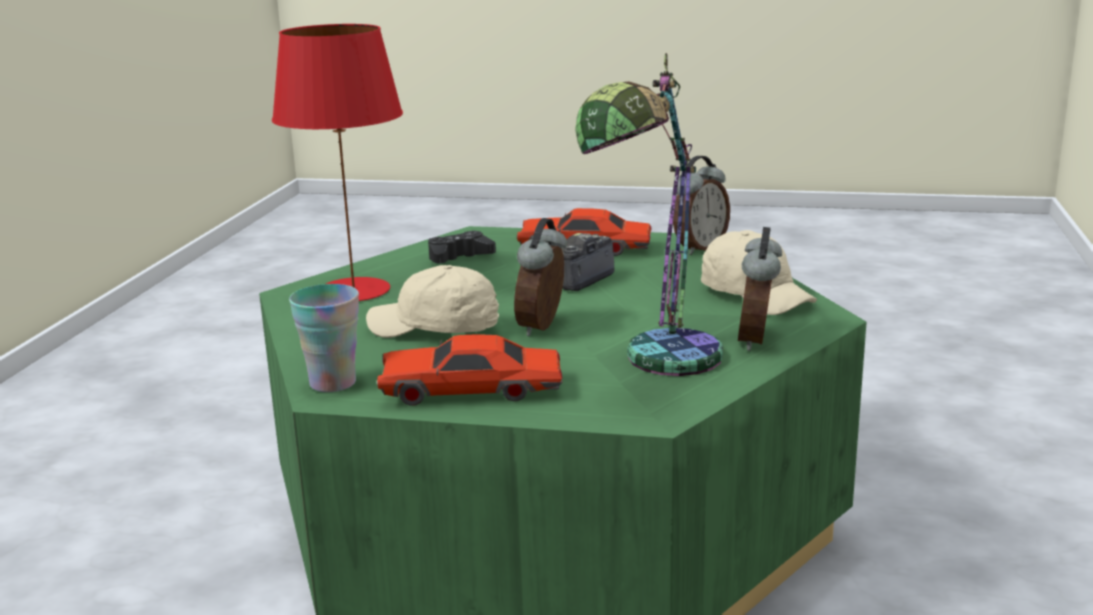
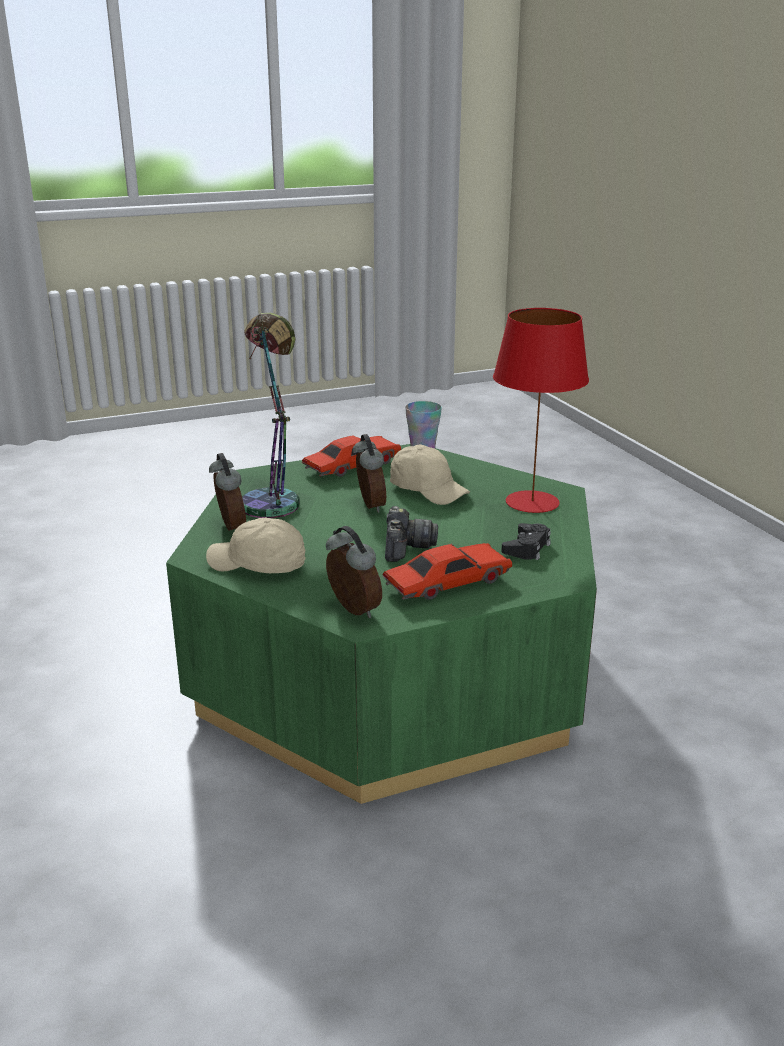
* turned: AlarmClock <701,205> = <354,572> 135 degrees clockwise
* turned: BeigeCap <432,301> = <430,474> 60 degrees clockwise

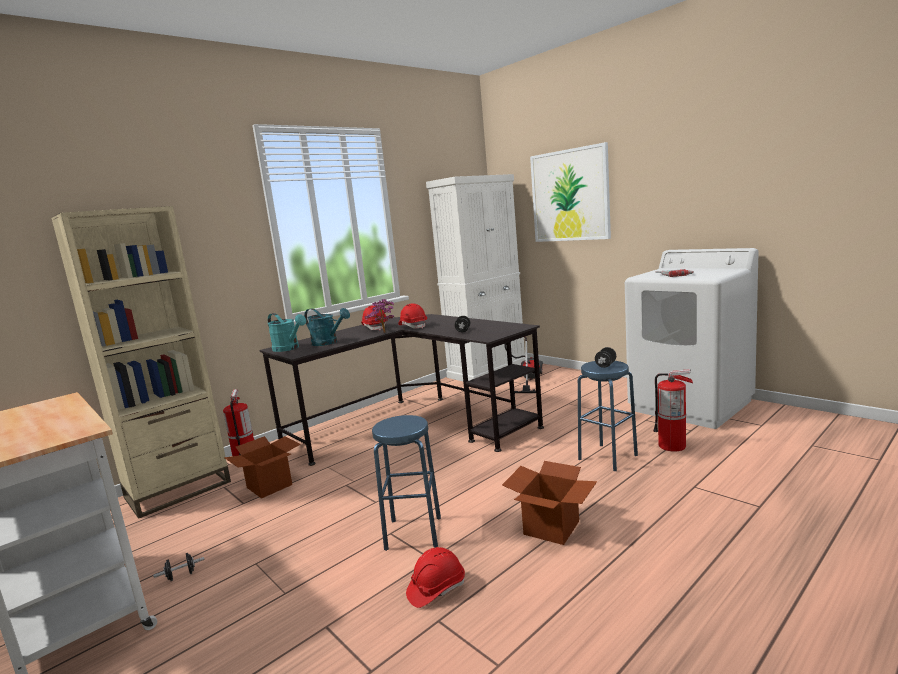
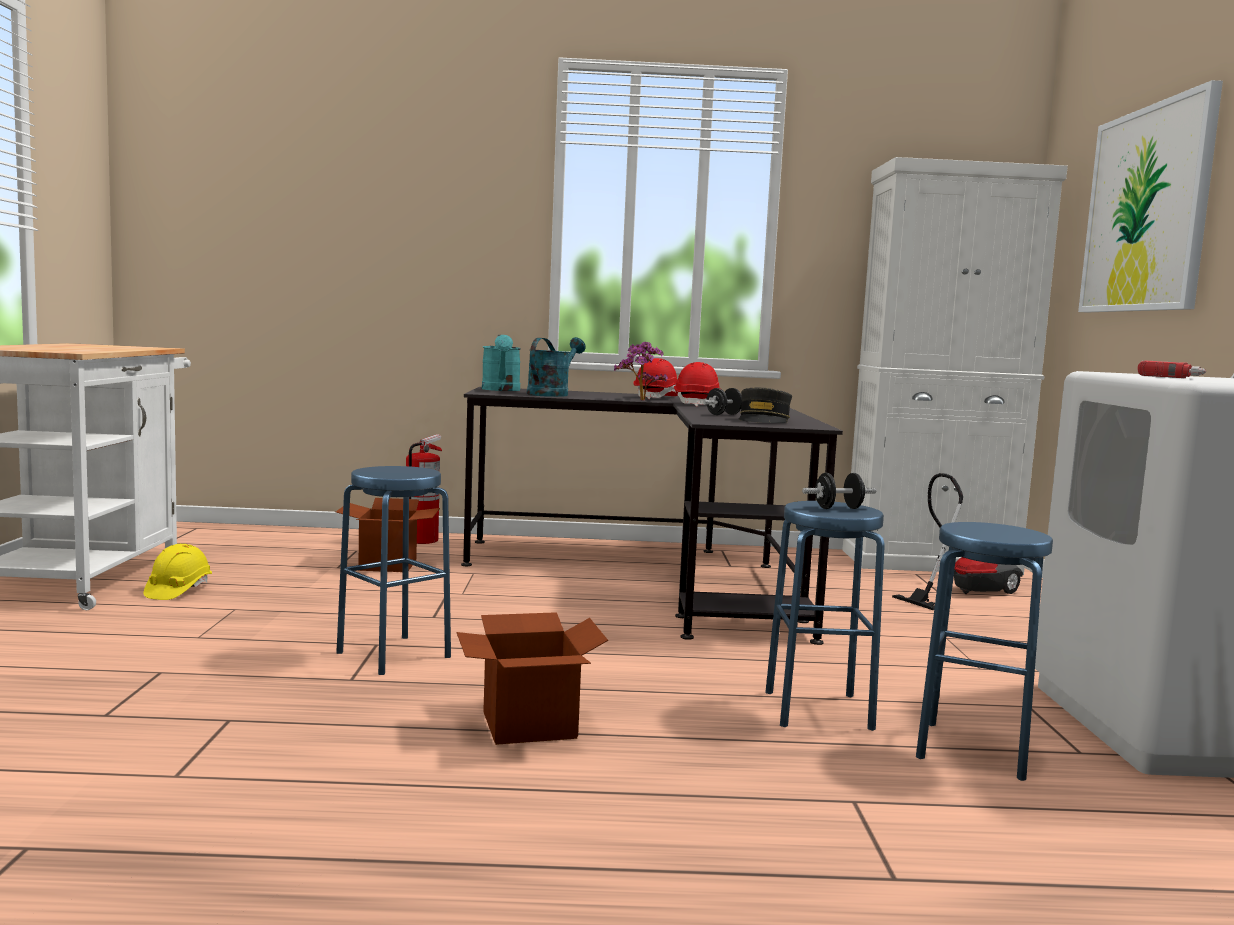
* removed: BeigeBookcase <141,362>
* turned: TurquoiseWateringCan <327,327> = <556,367> 135 degrees counterclockwise
* replaced: FireExtinguisher <673,410> to BlueStool <984,651>
* removed: RedHardHat <435,577>
* replaced: BlackDumbbell <179,567> to YellowHardHat <178,572>
* added: GreyCap <765,405>

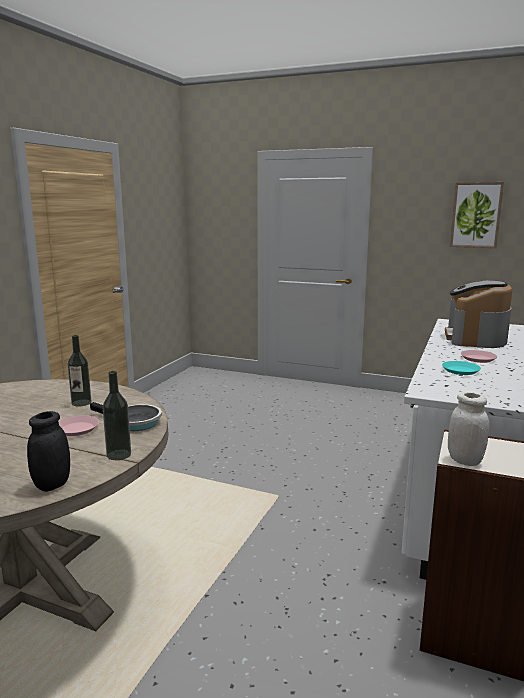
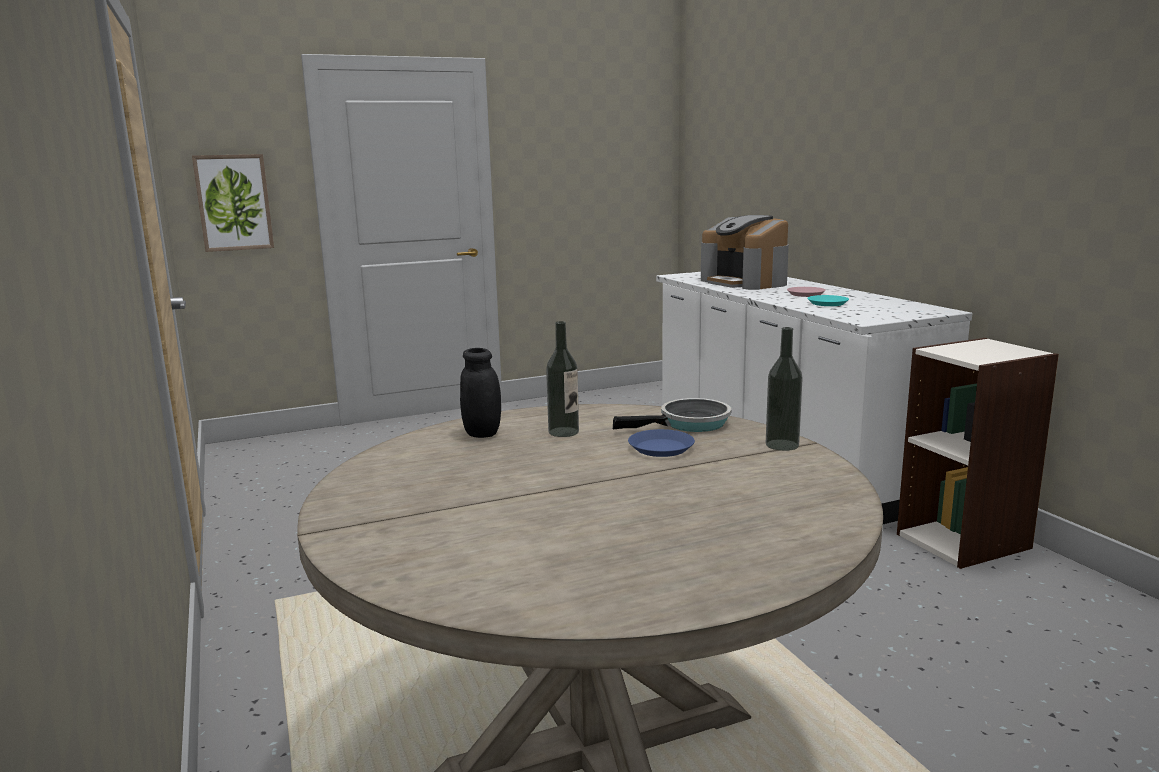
* moved: Picture <477,215> to <233,203>
* removed: WhiteJar <468,429>
* moved: BlackJar <48,451> to <480,393>
* recoloured: PinkPlate <78,426> to BluePlate <661,443>

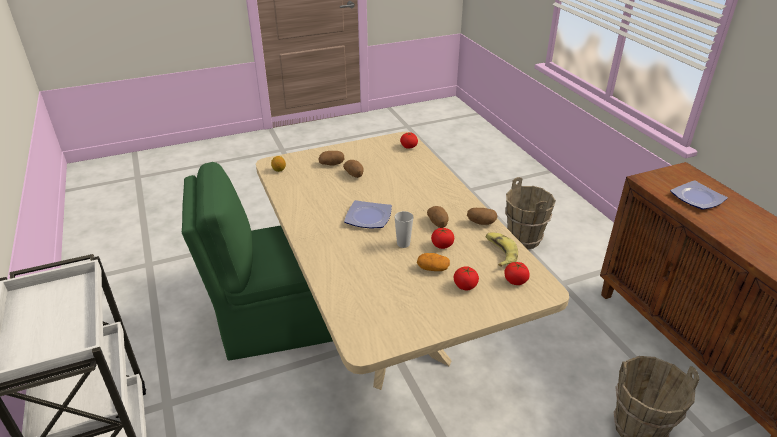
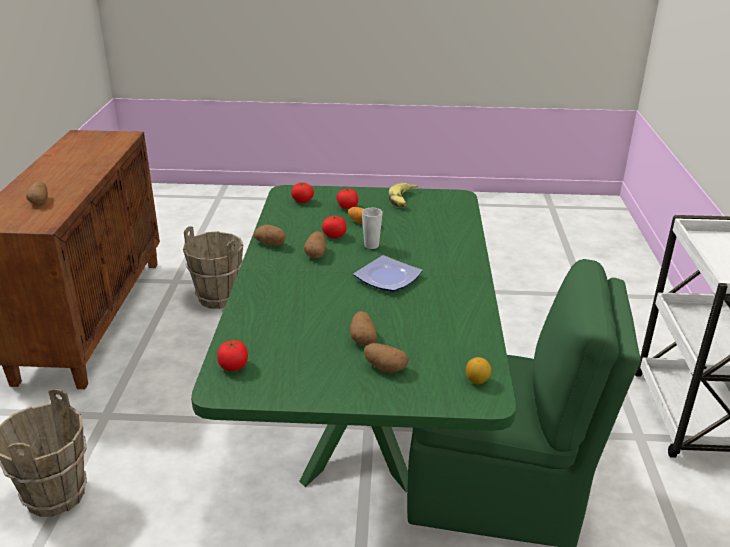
* recoloured: BeigeDiningTable <412,261> to GreenDiningTable <353,338>
* replaced: Plate <699,195> to Potato <37,192>
* moved: Banana <501,249> to <404,195>

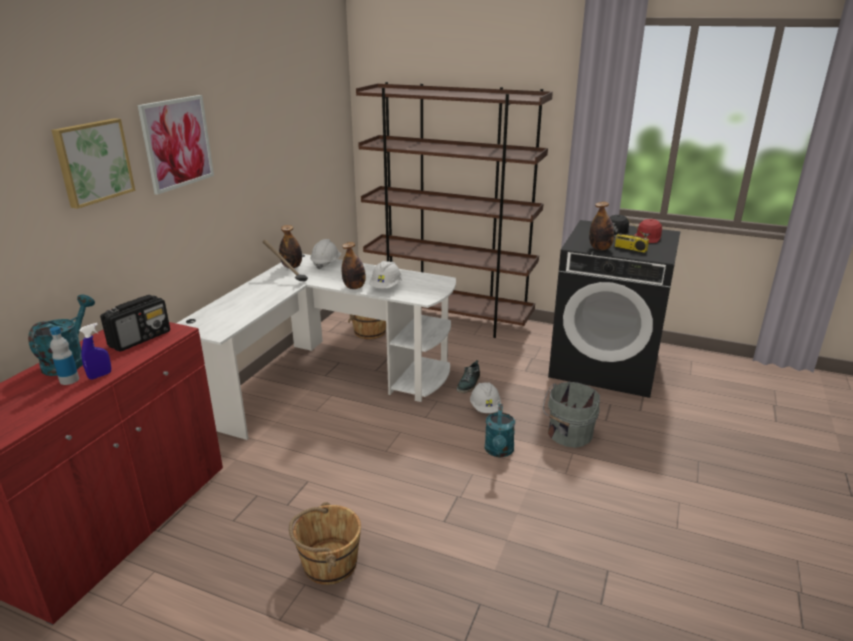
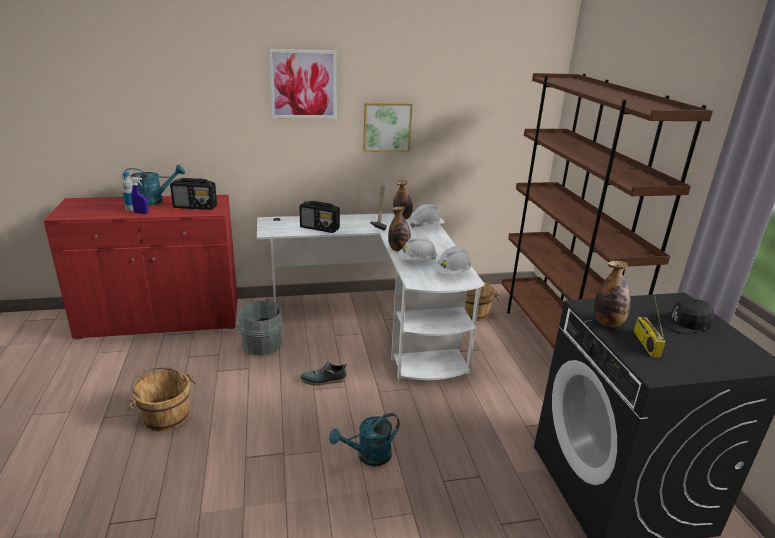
* moved: Picture <93,163> to <388,127>
* removed: RedCap <648,231>
* moved: Shoe <468,376> to <323,373>
* moved: WhiteHardHat <485,397> to <452,260>
* moved: GreyBucket <571,415> to <259,327>
* added: Radio <319,217>

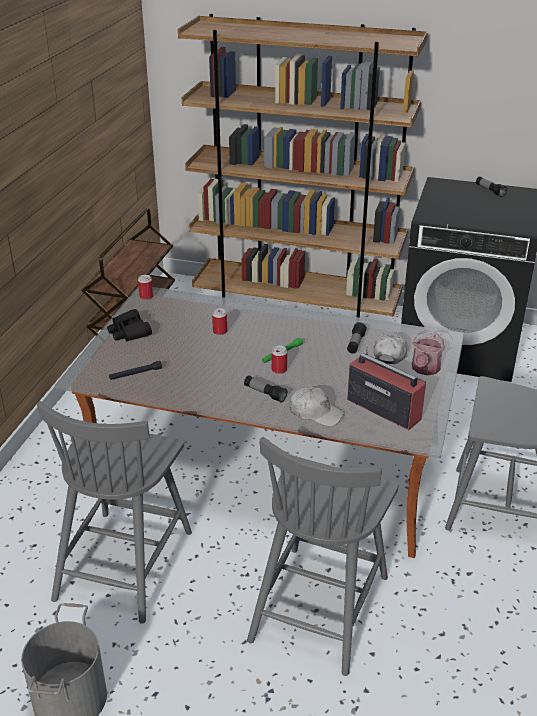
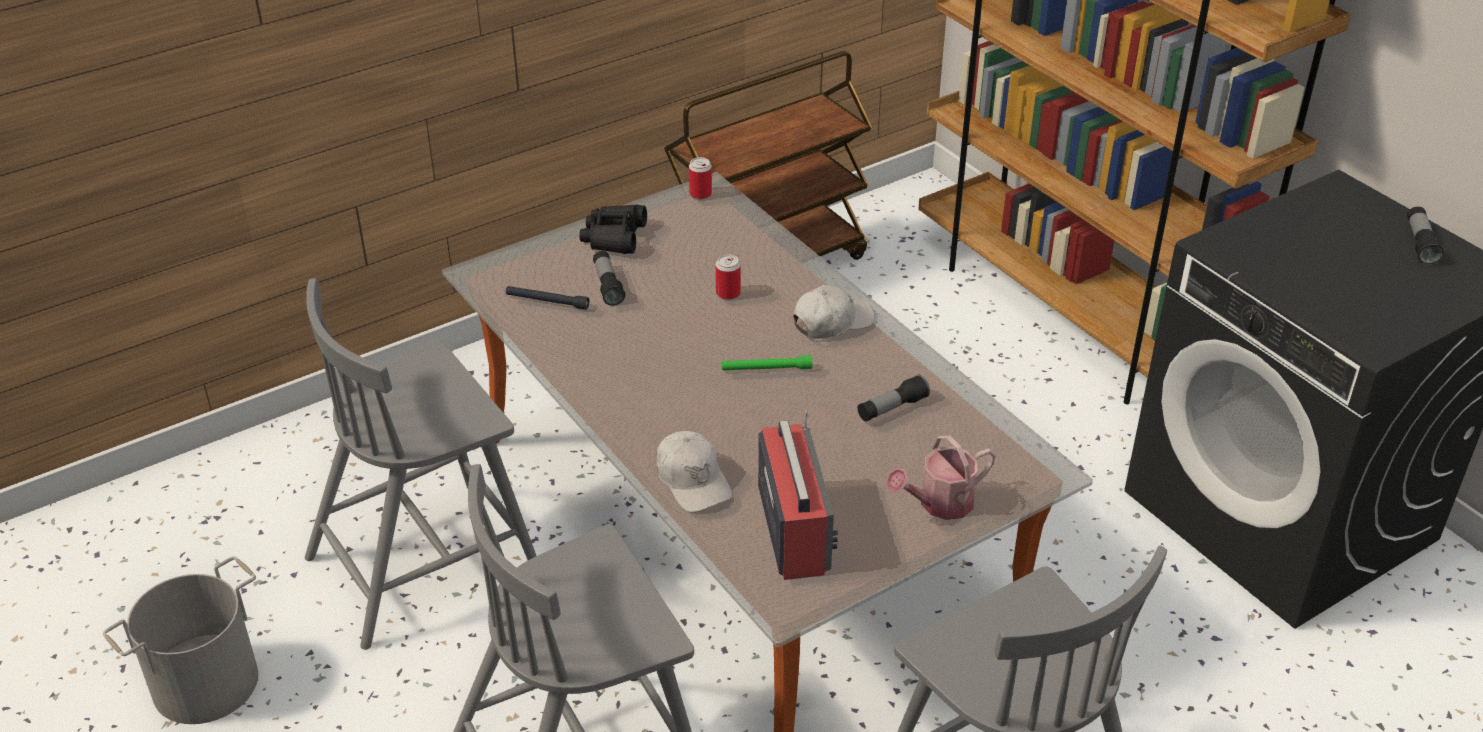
* moved: WhiteCap <391,348> to <833,312>
* removed: Can <279,359>
* moved: Flashlight <265,389> to <609,278>

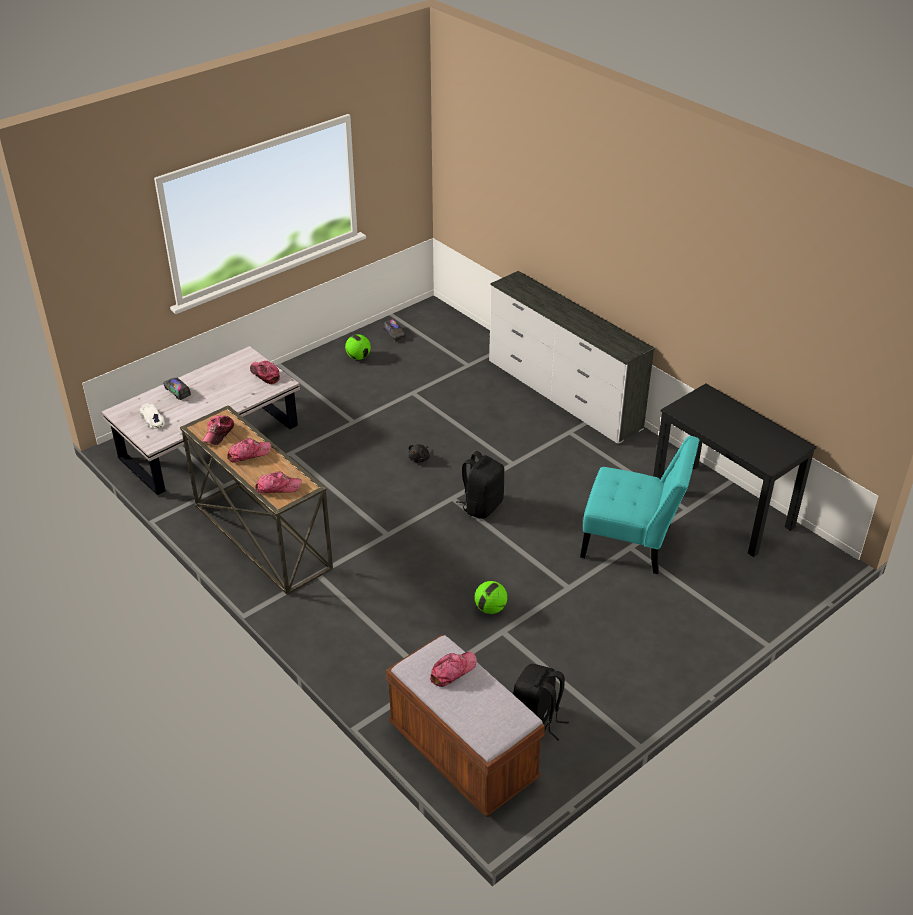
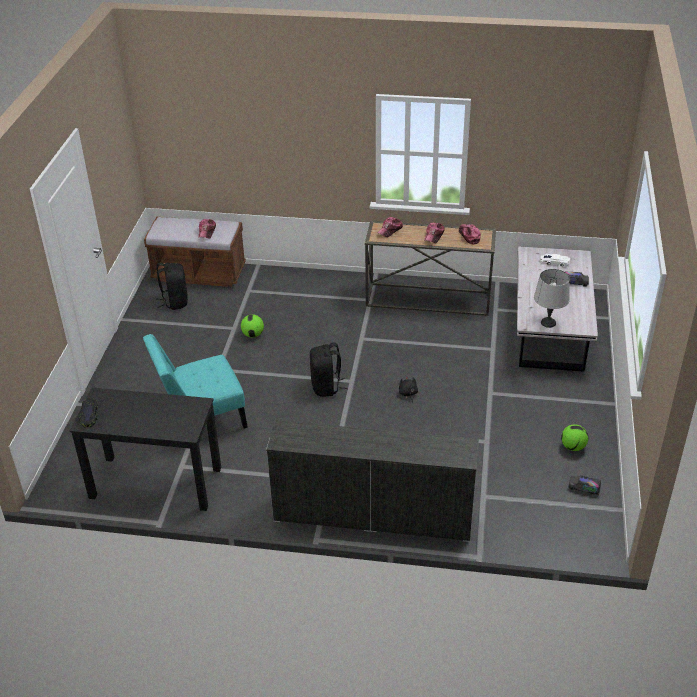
* replaced: Cap <265,372> to GreyTableLamp <552,298>
* added: BlackToyCar <88,413>

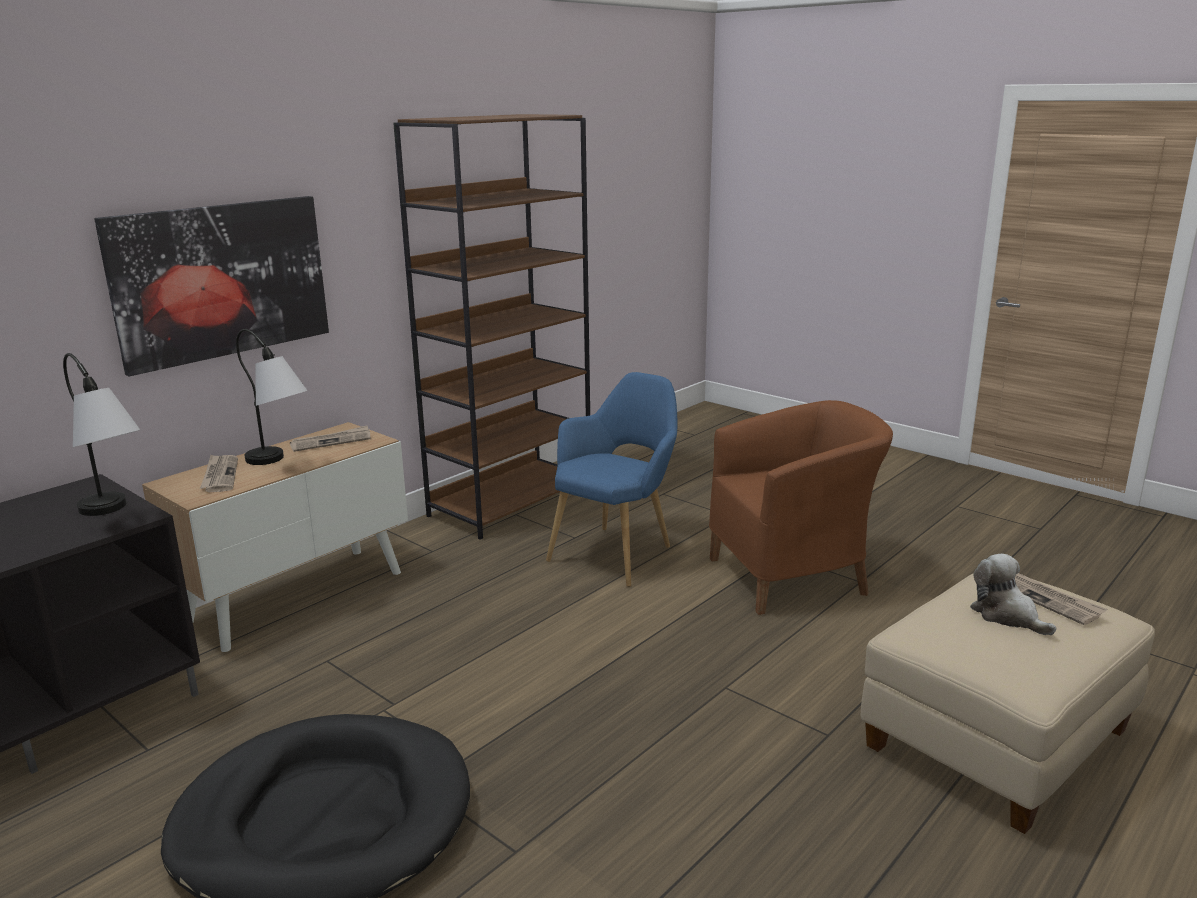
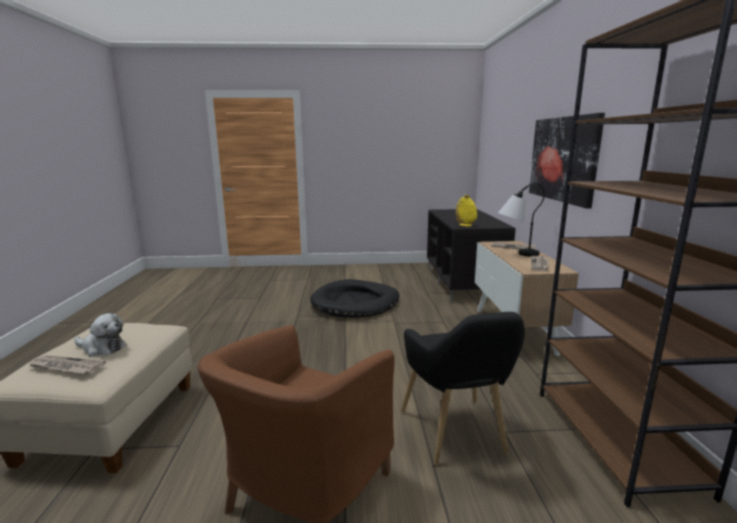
* replaced: TableLamp <101,434> to YellowVase <466,211>
* recoloured: BlueArmchair <611,479> to BlackArmchair <463,389>

